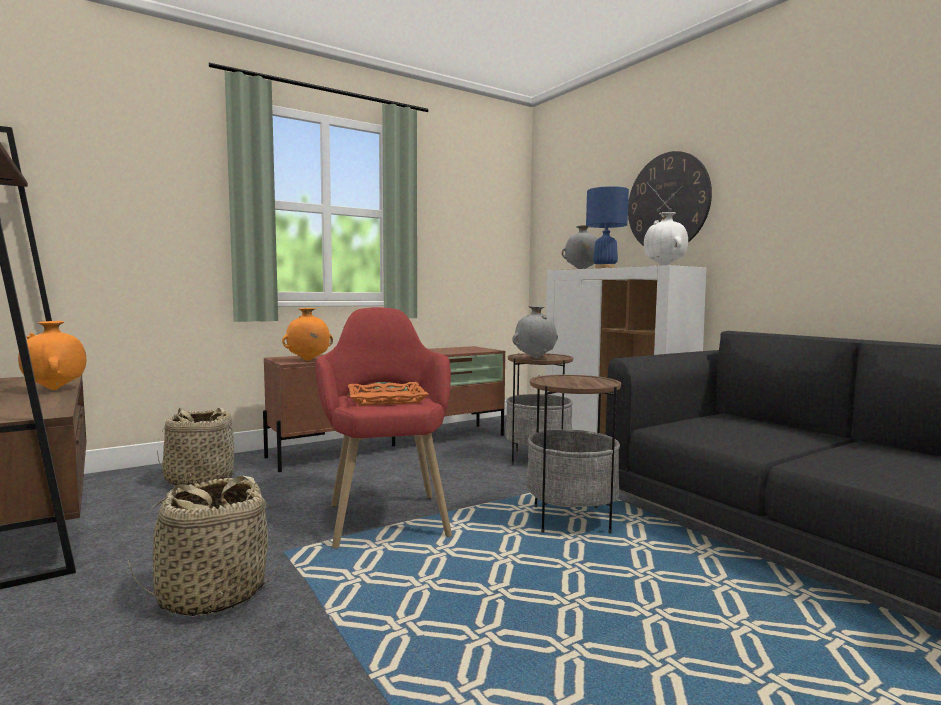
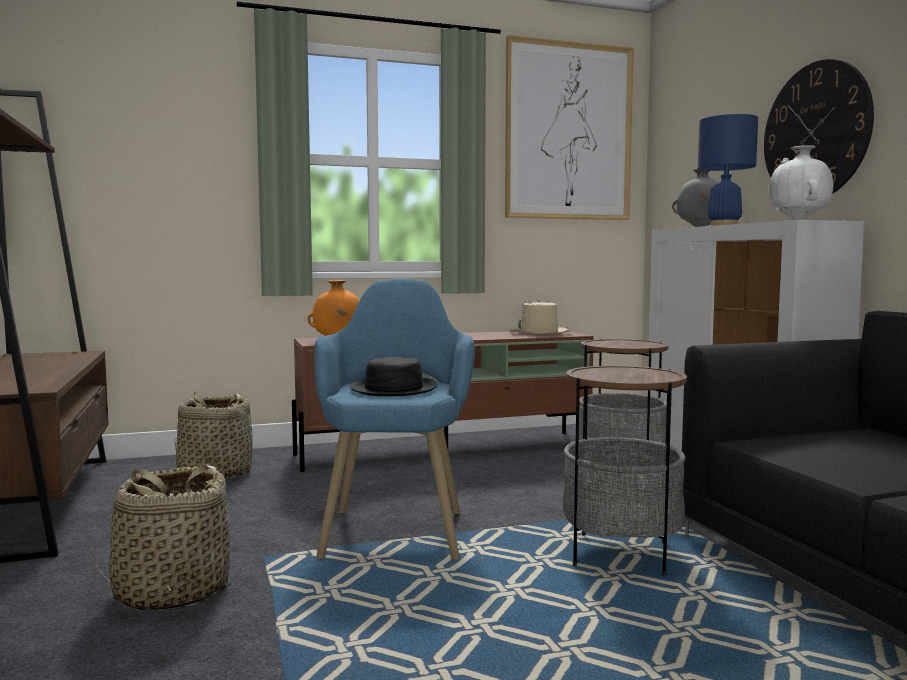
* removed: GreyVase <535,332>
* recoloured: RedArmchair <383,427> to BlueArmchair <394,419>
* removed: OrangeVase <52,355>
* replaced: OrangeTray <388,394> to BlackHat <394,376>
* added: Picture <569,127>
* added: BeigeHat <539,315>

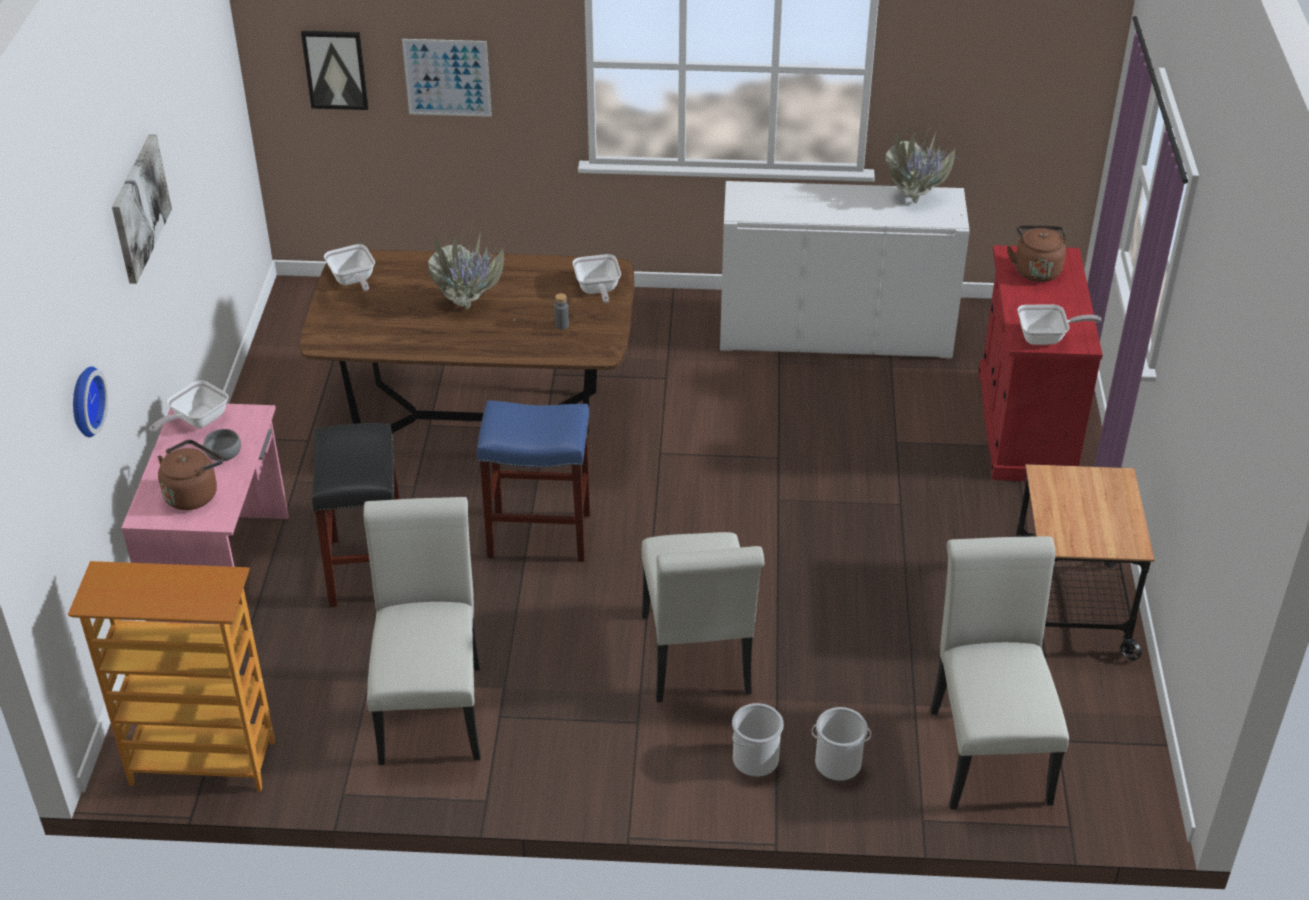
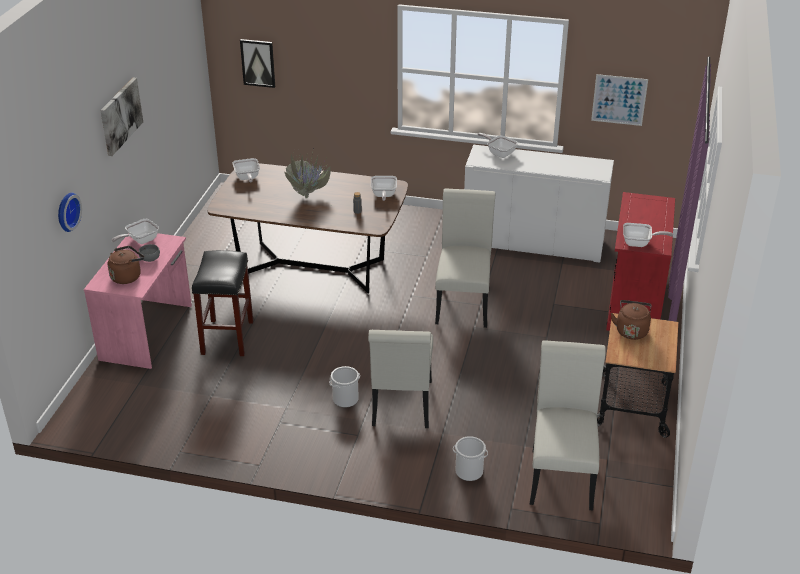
* moved: Picture <447,78> to <619,100>
* removed: PottedPlant <924,167>
* moved: BrownKettle <1036,253> to <631,320>
* removed: BlueStool <533,481>
* moved: WhiteChair <422,631> to <465,258>
* removed: Bookcase <171,676>
* moved: Bucket <758,740> to <345,386>
* added: FryingPan <498,145>

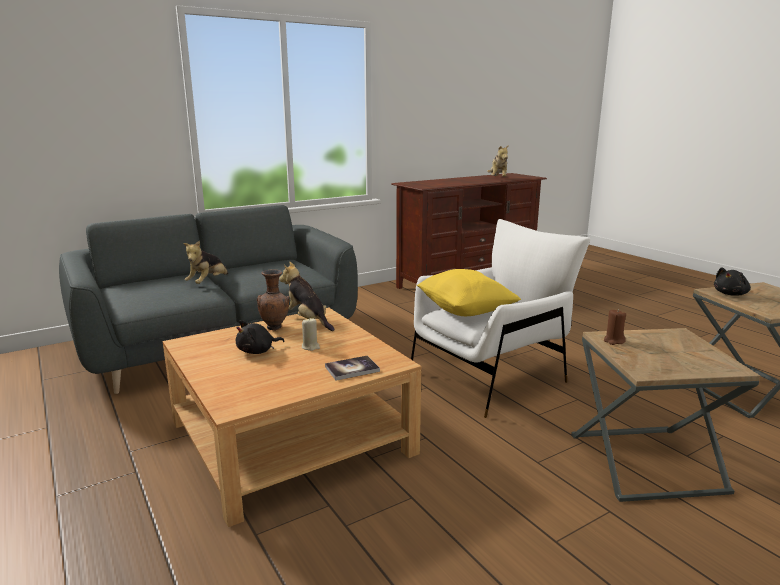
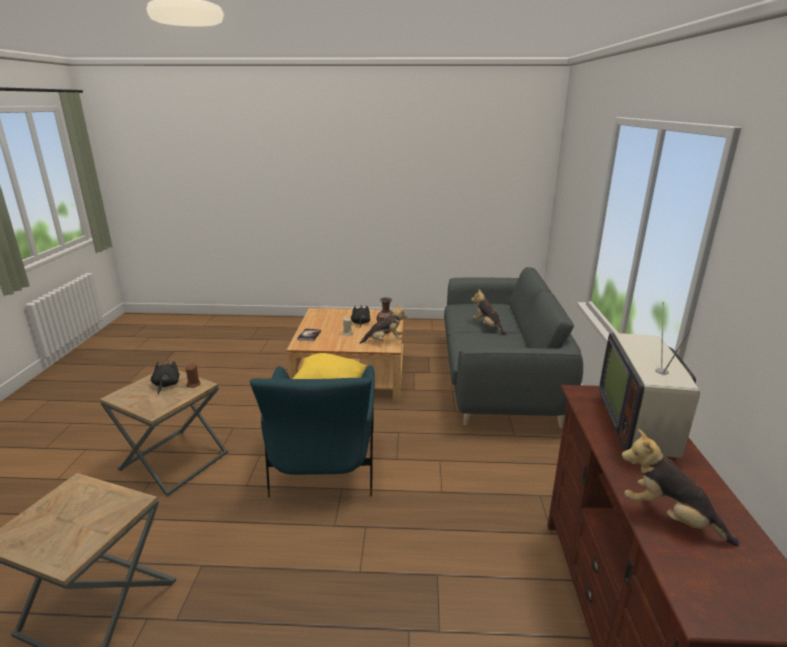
* recoloured: WhiteArmchair <500,318> to BlueArmchair <312,431>
* moved: BlackPlushToy <732,281> to <165,377>
* added: Television <649,381>

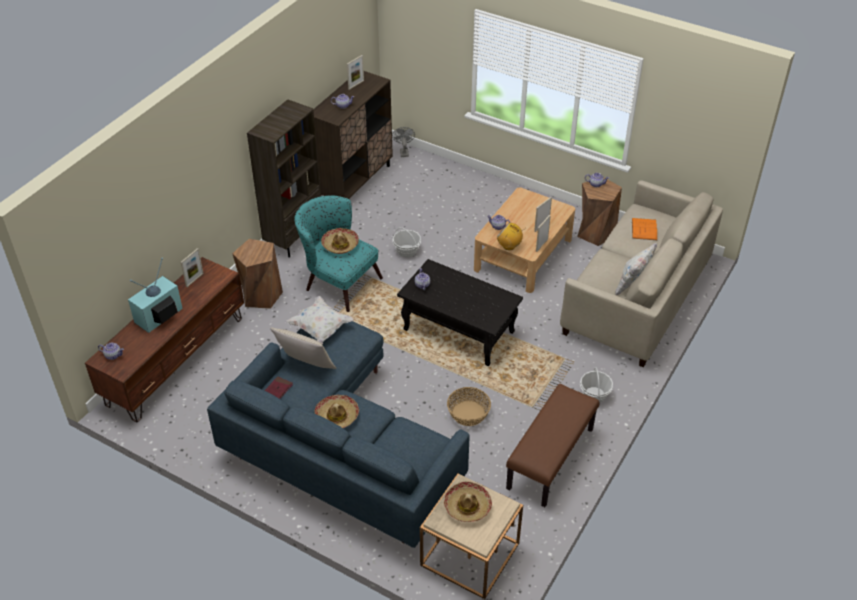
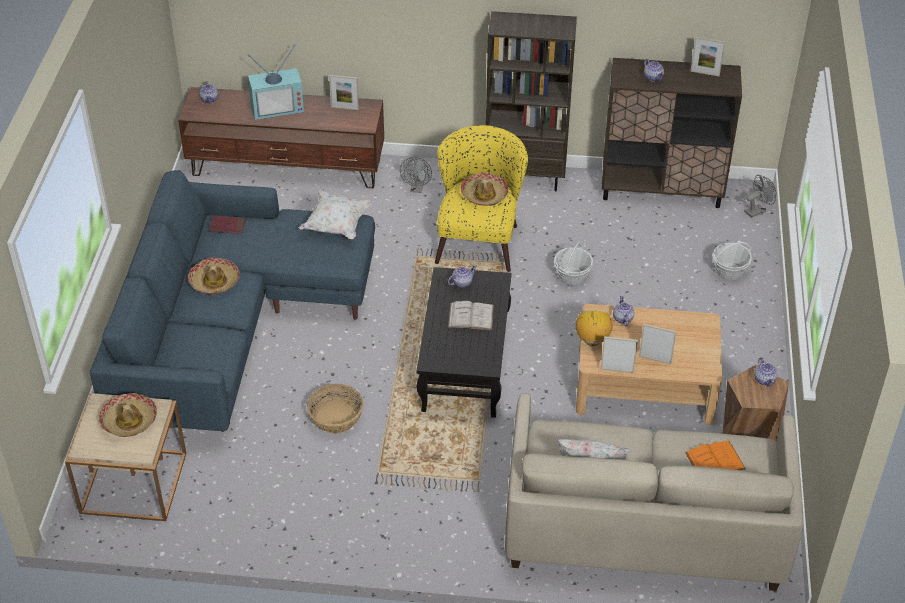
* recoloured: TurquoiseArmchair <338,254> to YellowArmchair <481,198>
* replaced: BrownStool <257,274> to GreyFan <416,175>
* turned: Television <155,295> = <276,82> 150 degrees clockwise
* removed: BeigePillow <303,348>
* moved: Basket <596,384> to <732,261>
* removed: BrownBench <553,445>
* added: WhiteBook <471,315>

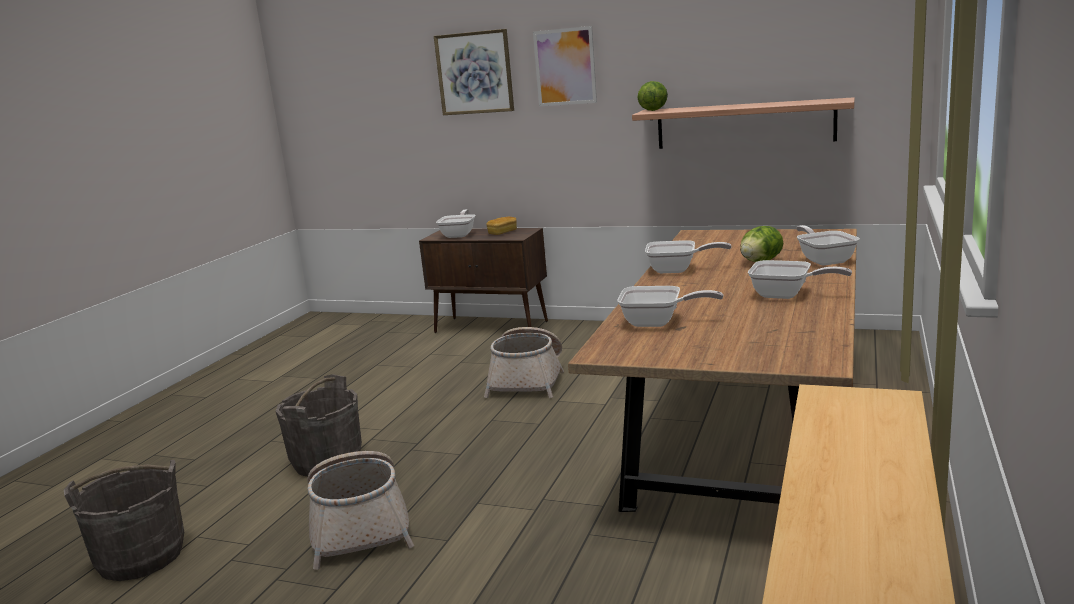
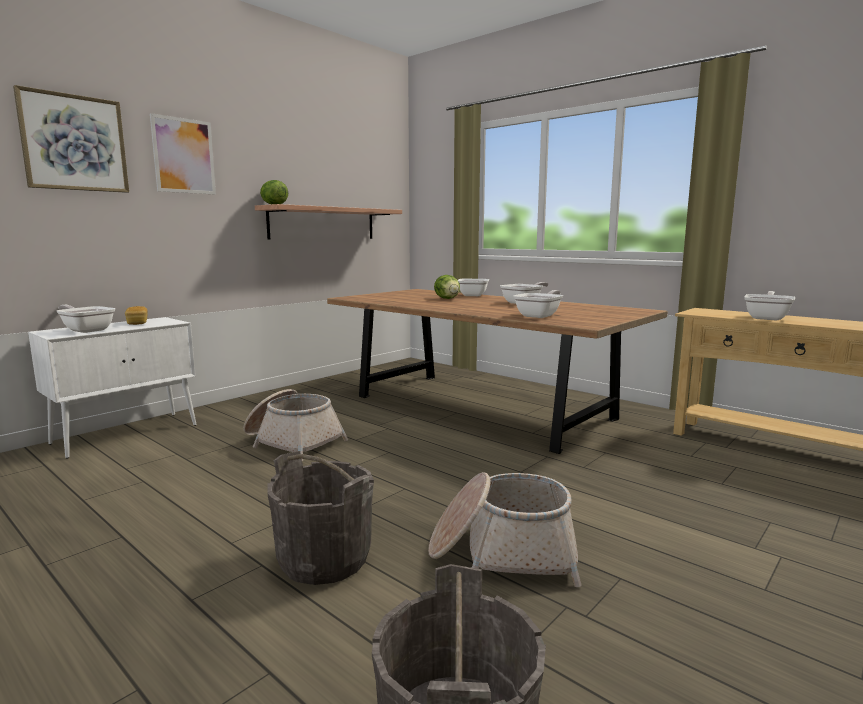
* recoloured: BrownCabinet <483,280> to WhiteCabinet <112,388>
* moved: FryingPan <688,256> to <769,305>

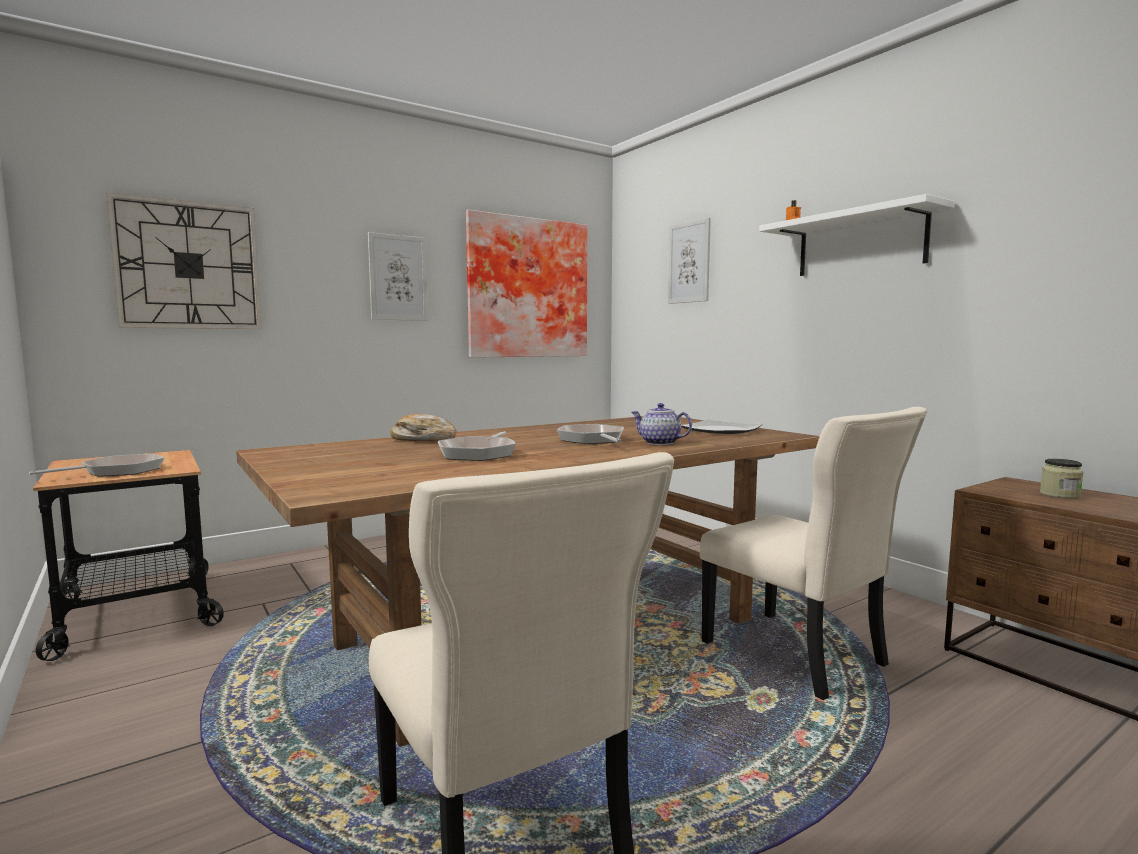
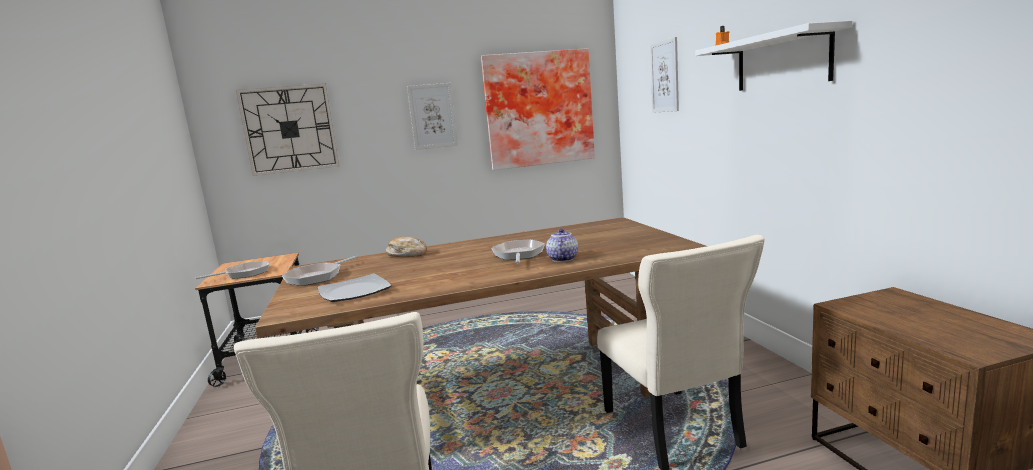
* turned: Teapot <661,424> = <562,245> 45 degrees clockwise
* moved: Plate <721,426> to <355,288>
* moved: FryingPan <477,446> to <320,270>
* removed: Jar <1061,479>

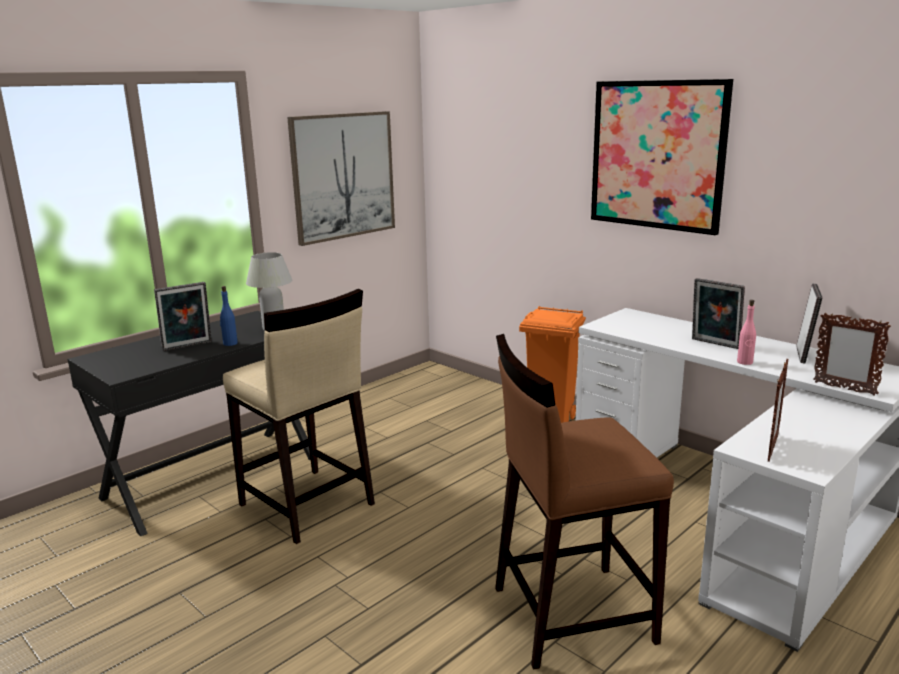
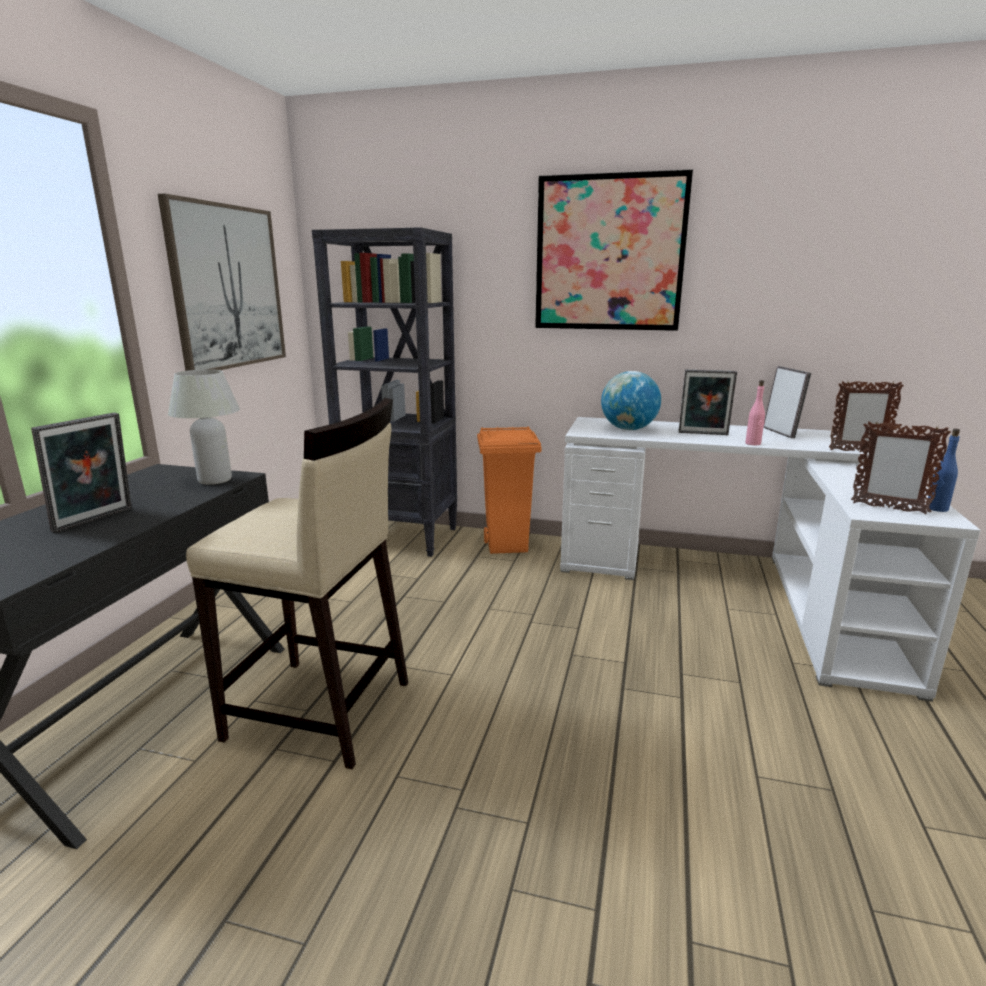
* moved: BlueBottle <229,316> to <944,470>
* removed: BrownStool <584,502>
* turned: PictureFrame <778,410> = <901,467> 120 degrees clockwise
* added: BlackBookcase <384,392>
* added: Globe <631,400>

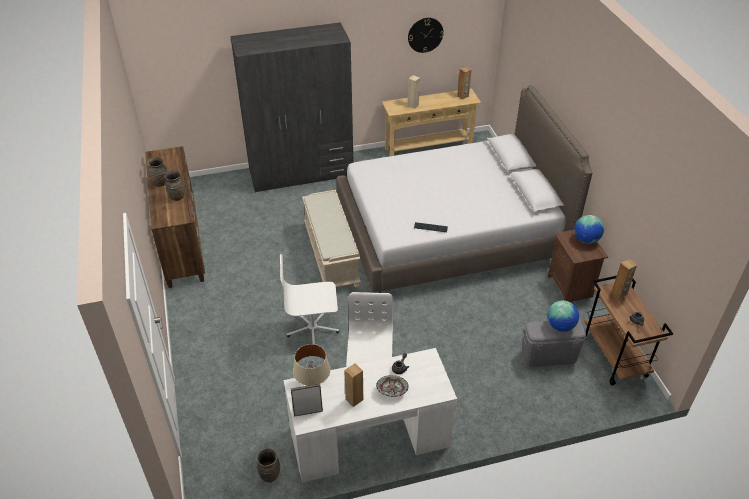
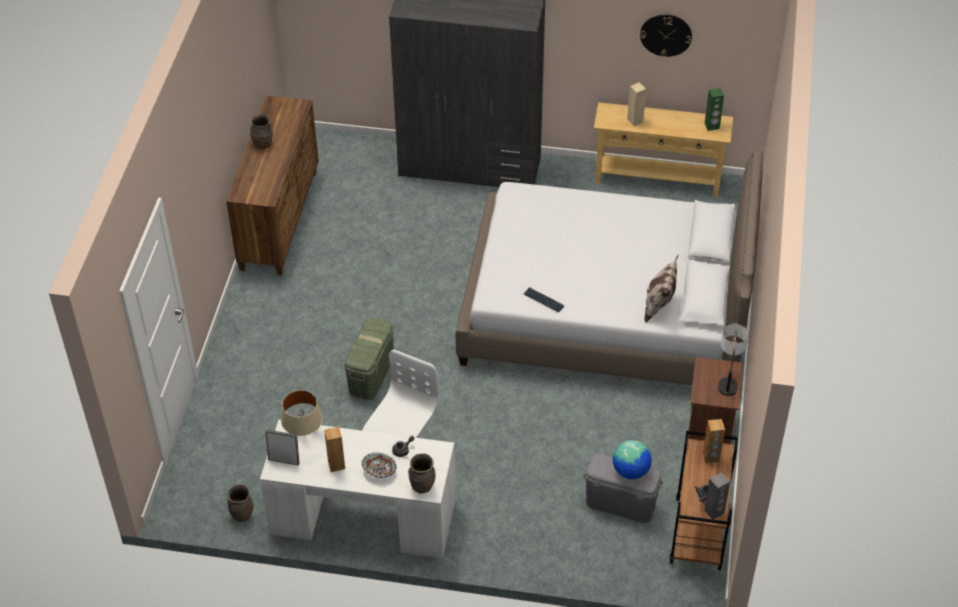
* recoloured: BrownSpeaker <464,83> to GreenSpeaker <714,109>
* moved: BrownVase <174,185> to <422,473>
* removed: BeigeBench <331,239>
* replaced: Globe <589,229> to TableLamp <733,360>
* replaced: WhiteOfficeChair <309,299> to GreenStorageBox <369,358>
* added: Pillow <661,288>
* added: GreySpeaker <717,496>

